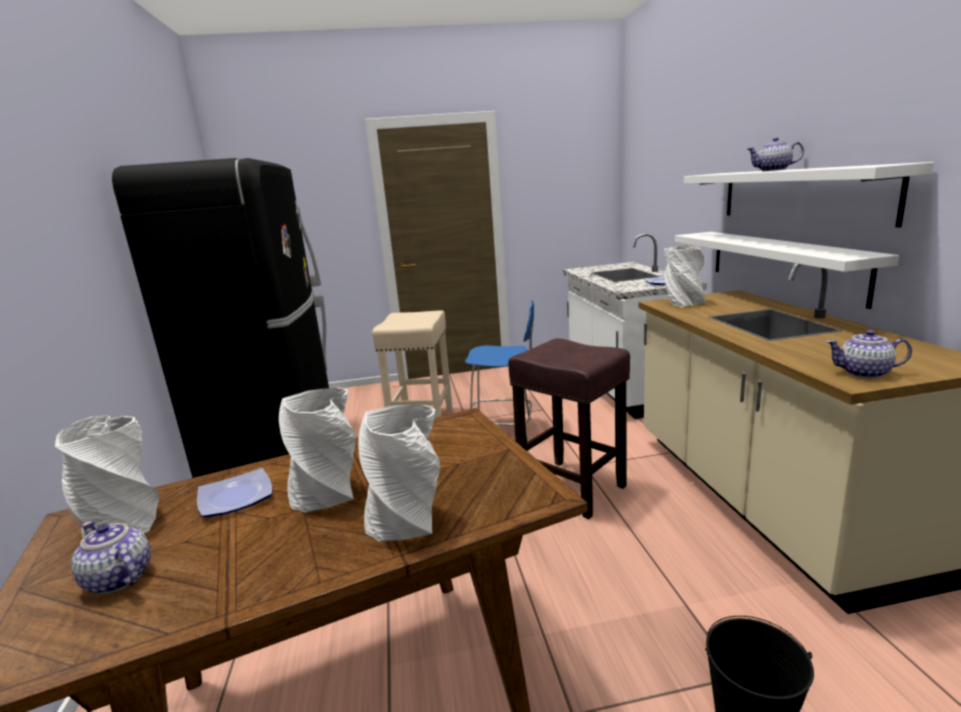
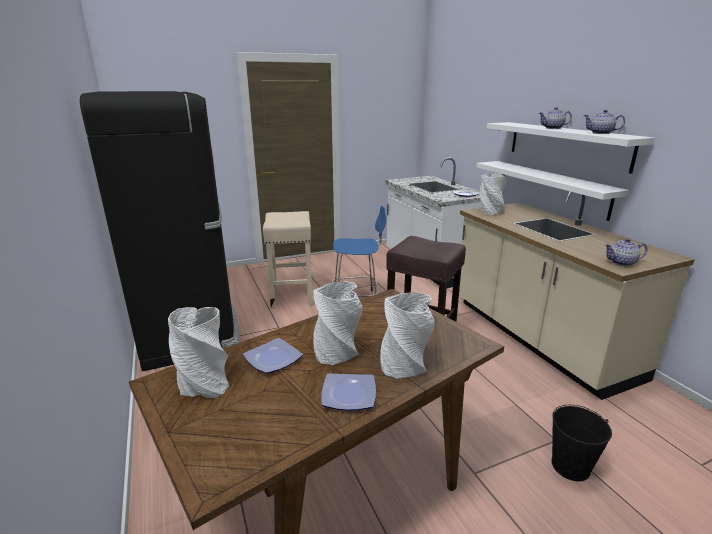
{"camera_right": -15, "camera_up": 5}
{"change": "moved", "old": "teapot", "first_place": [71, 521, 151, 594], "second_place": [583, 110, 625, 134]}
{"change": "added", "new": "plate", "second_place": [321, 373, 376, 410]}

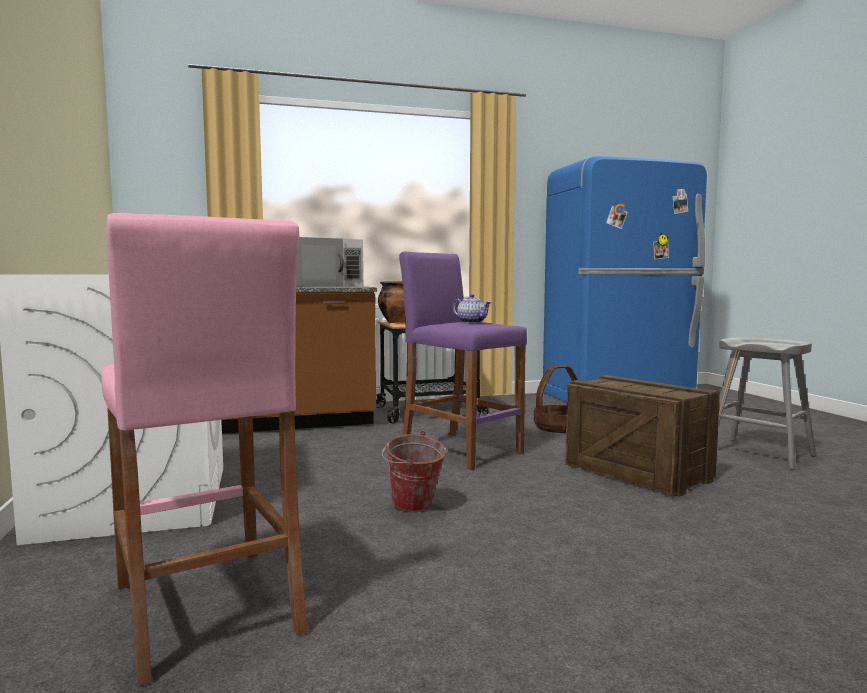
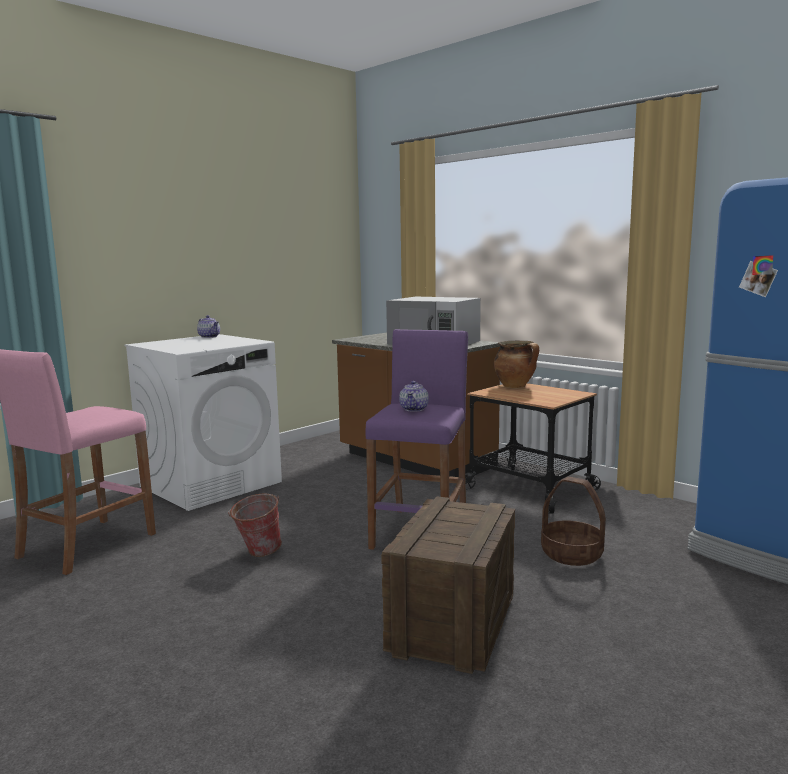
{"camera_right": 60, "camera_up": 5}
{"change": "removed", "old": "grey stool", "first_place": [718, 338, 816, 470]}
{"change": "added", "new": "teapot", "second_place": [197, 315, 220, 338]}

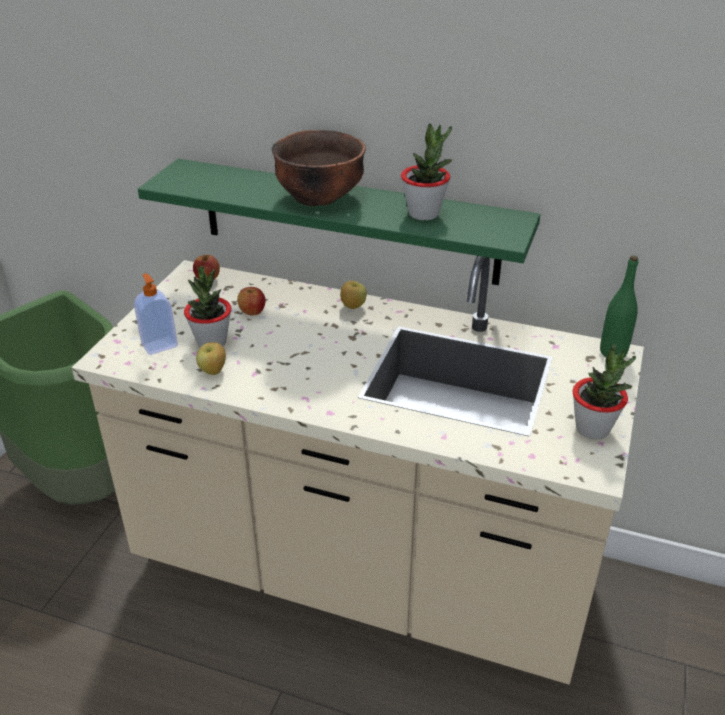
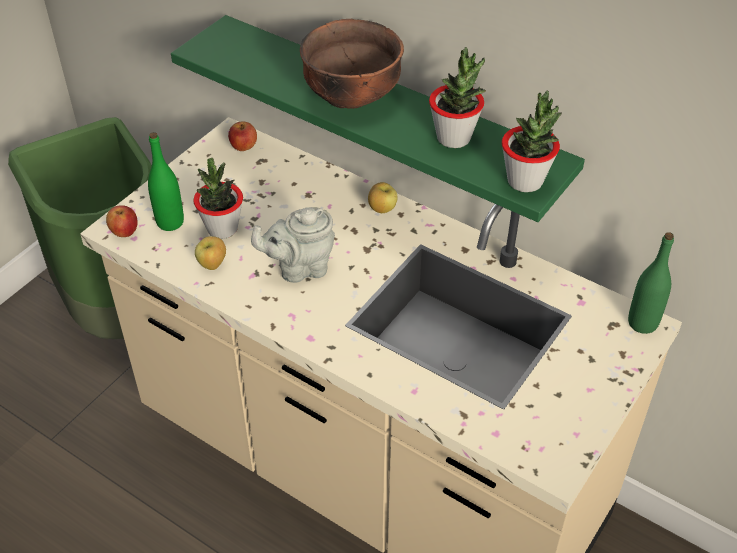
{"camera_right": 15, "camera_up": 10}
{"change": "replaced", "old": "soap dispenser", "new": "green bottle", "first_place": [134, 274, 178, 355], "second_place": [148, 132, 184, 231]}
{"change": "moved", "old": "apple", "first_place": [237, 287, 266, 315], "second_place": [106, 205, 138, 237]}
{"change": "moved", "old": "potted plant", "first_place": [573, 344, 636, 440], "second_place": [502, 91, 562, 192]}
{"change": "added", "new": "grey teapot", "second_place": [251, 207, 335, 283]}

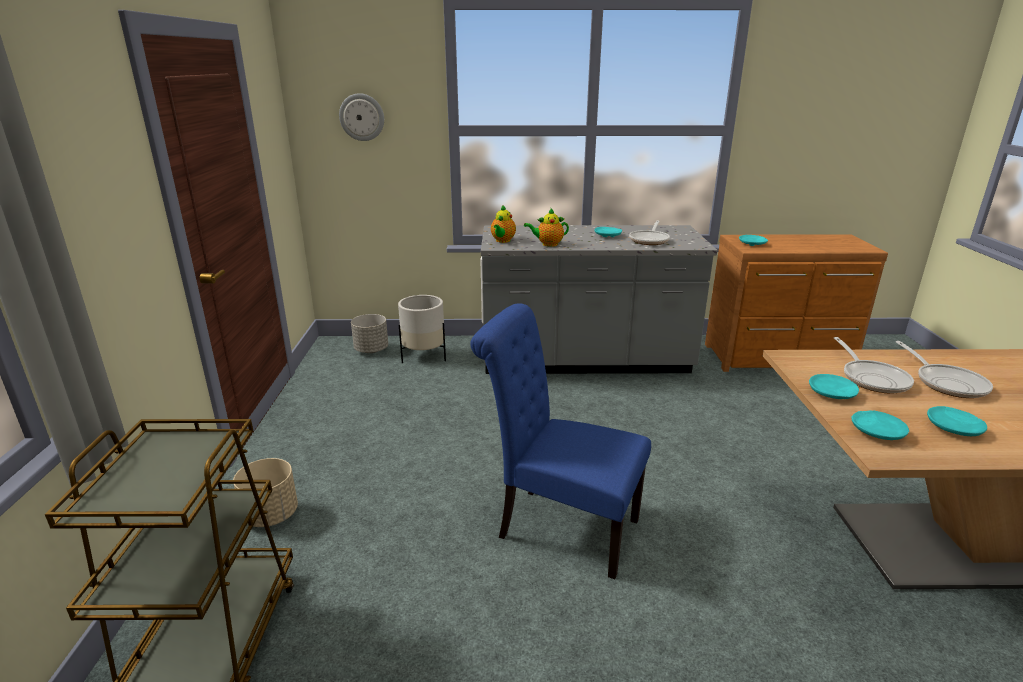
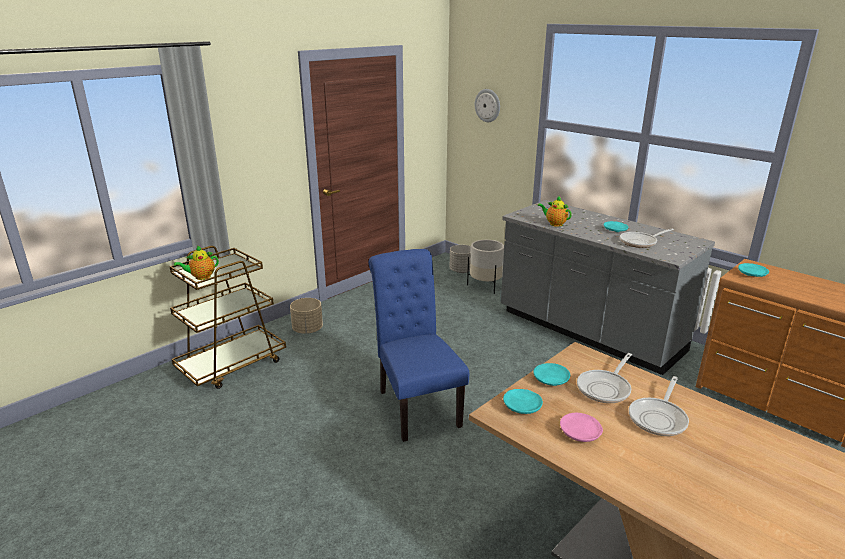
{"camera_right": 45, "camera_up": 0}
{"change": "moved", "old": "teapot", "first_place": [491, 205, 516, 243], "second_place": [174, 246, 219, 280]}
{"change": "recoloured", "old": "turquoise plate", "new": "pink plate", "first_place": [927, 406, 987, 436], "second_place": [560, 413, 603, 442]}

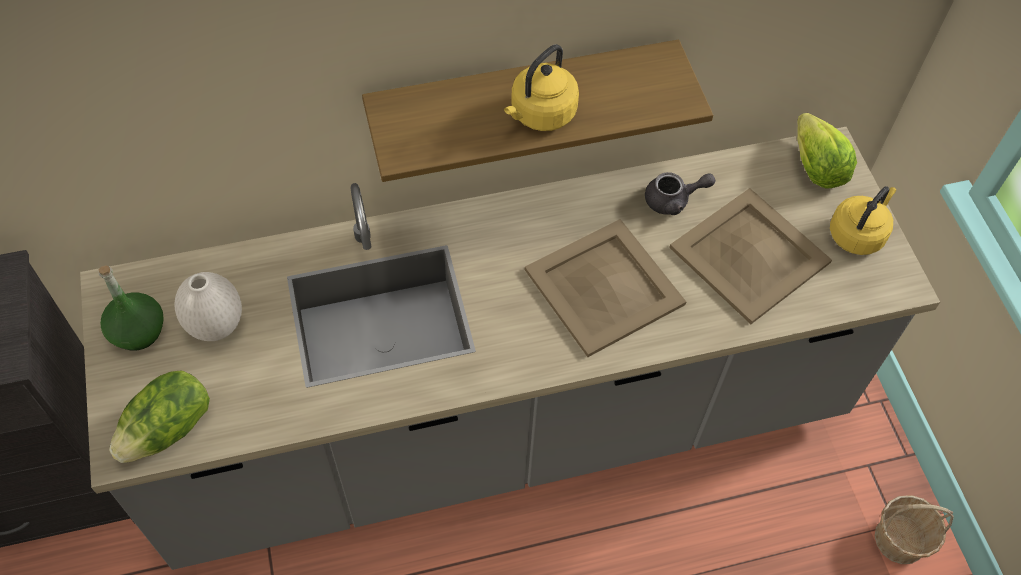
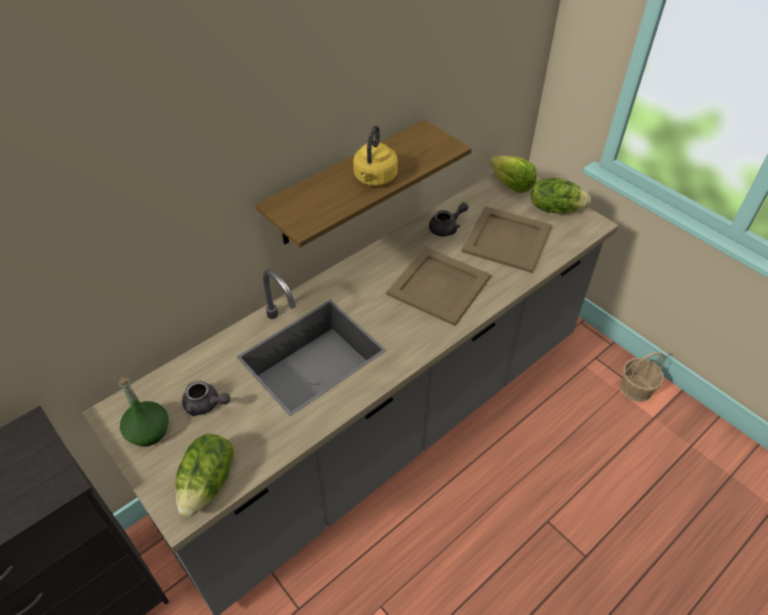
{"camera_right": -25, "camera_up": -10}
{"change": "replaced", "old": "yellow kettle", "new": "lettuce", "first_place": [830, 186, 896, 255], "second_place": [531, 178, 591, 214]}
{"change": "replaced", "old": "white vase", "new": "grey teapot", "first_place": [174, 272, 242, 341], "second_place": [182, 381, 230, 416]}

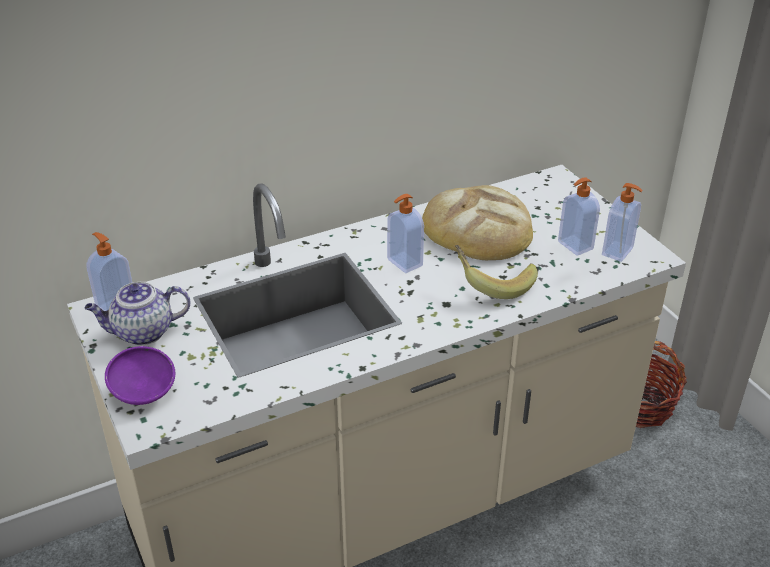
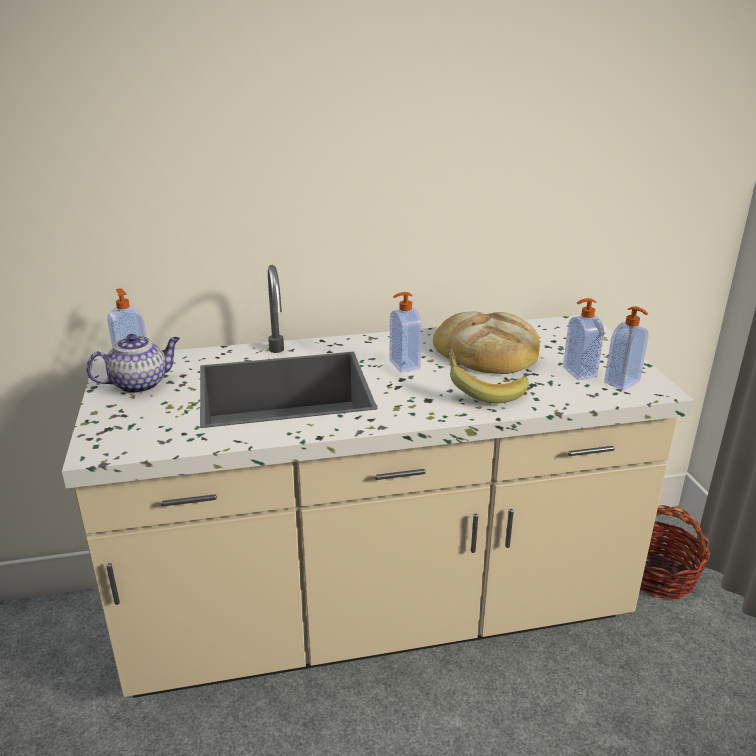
{"camera_right": 15, "camera_up": -10}
{"change": "turned", "old": "teapot", "first_place": [84, 282, 190, 346], "second_place": [86, 334, 180, 394], "degrees": 150}
{"change": "removed", "old": "purple bowl", "first_place": [105, 346, 175, 405]}

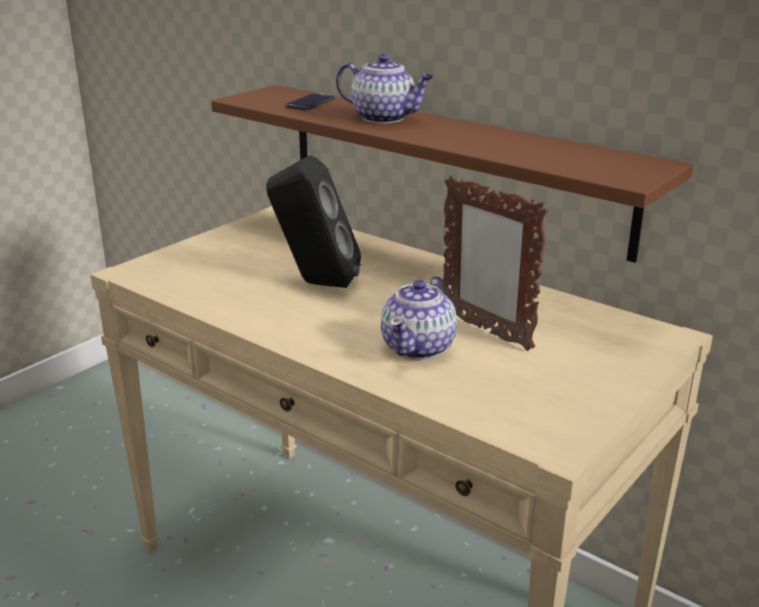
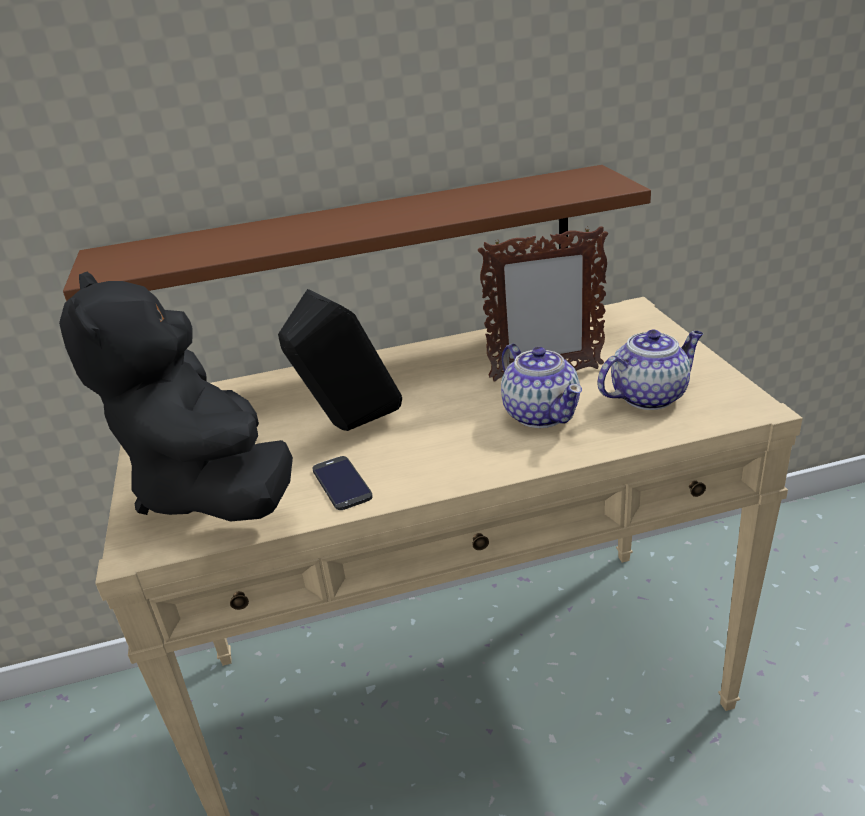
{"camera_right": -50, "camera_up": 5}
{"change": "moved", "old": "teapot", "first_place": [336, 54, 433, 124], "second_place": [597, 330, 703, 410]}
{"change": "moved", "old": "phone", "first_place": [285, 93, 336, 110], "second_place": [312, 456, 373, 510]}
{"change": "added", "new": "black plush toy", "second_place": [59, 272, 293, 521]}

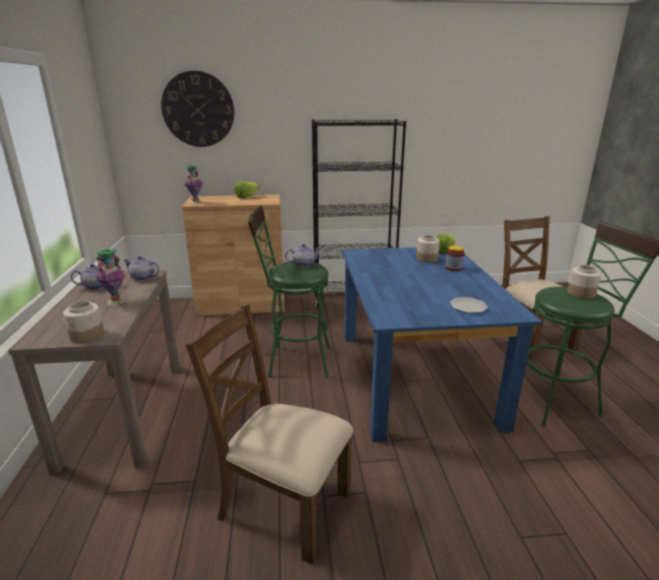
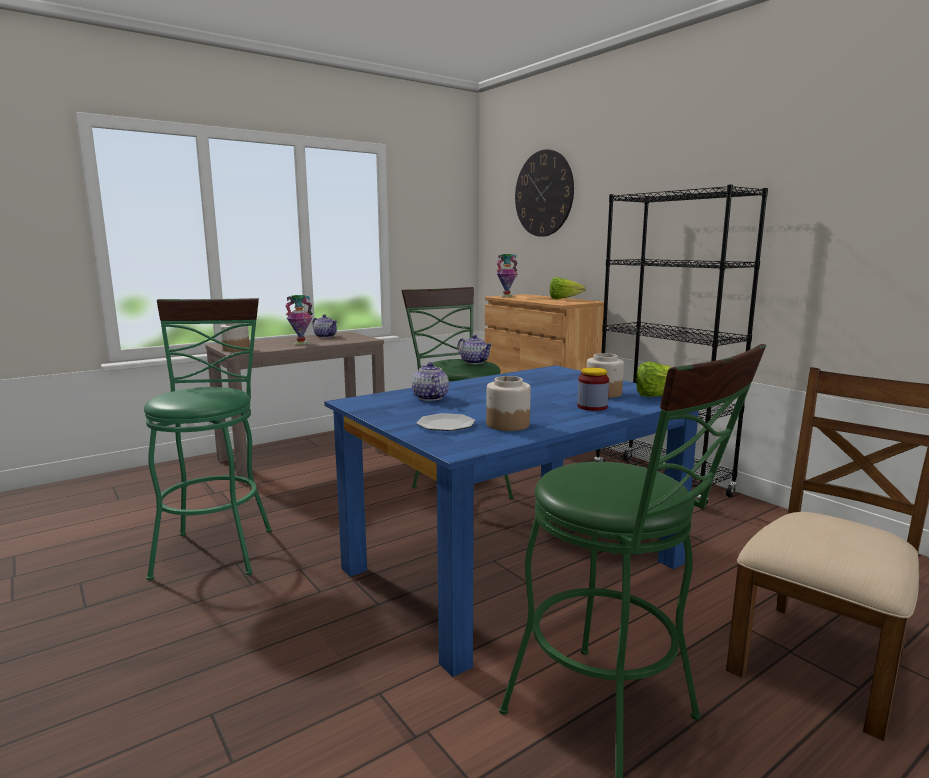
{"camera_right": 60, "camera_up": -10}
{"change": "moved", "old": "teapot", "first_place": [123, 256, 160, 281], "second_place": [412, 362, 449, 401]}
{"change": "moved", "old": "jar", "first_place": [567, 265, 601, 299], "second_place": [486, 376, 531, 431]}
{"change": "replaced", "old": "brown chair", "new": "green stool", "first_place": [186, 304, 353, 564], "second_place": [144, 298, 272, 580]}

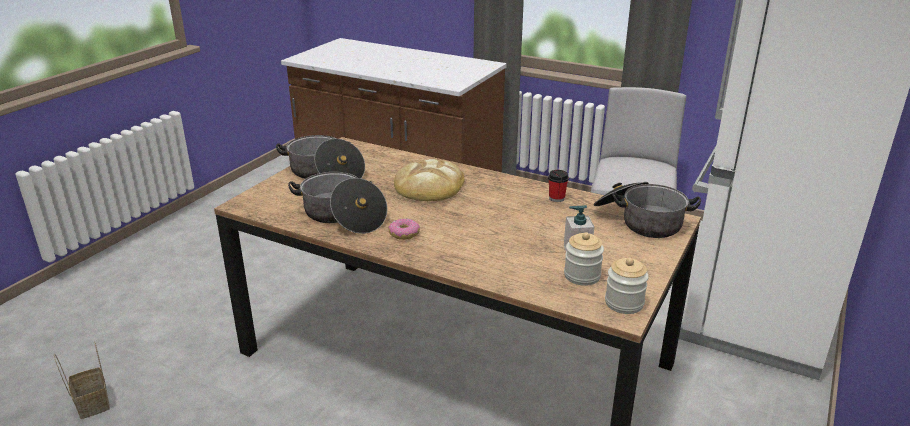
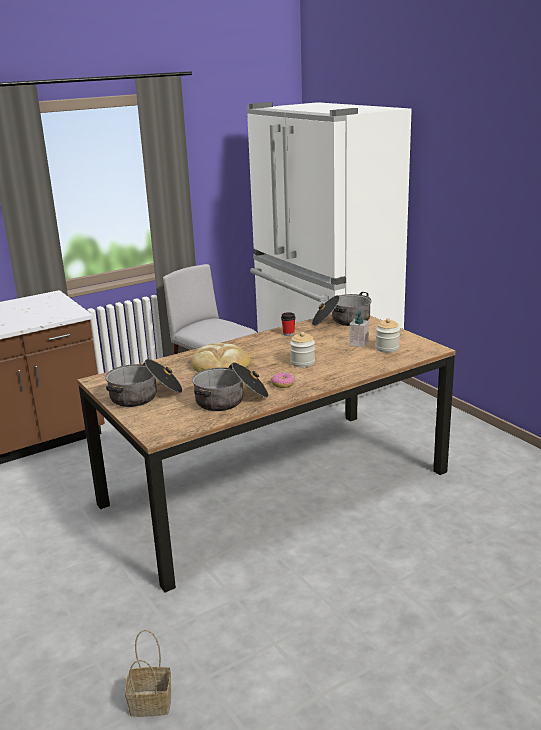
{"camera_right": -60, "camera_up": -5}
{"change": "moved", "old": "jar", "first_place": [605, 258, 649, 314], "second_place": [290, 332, 315, 367]}

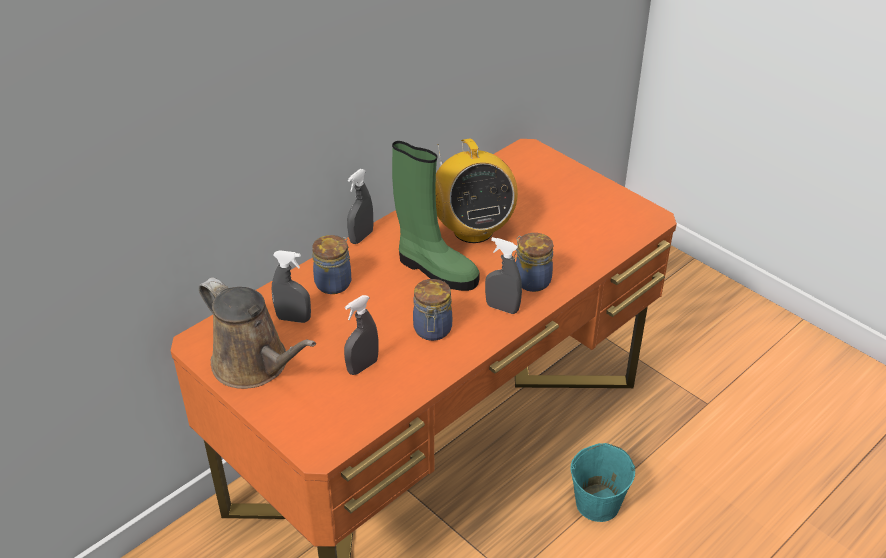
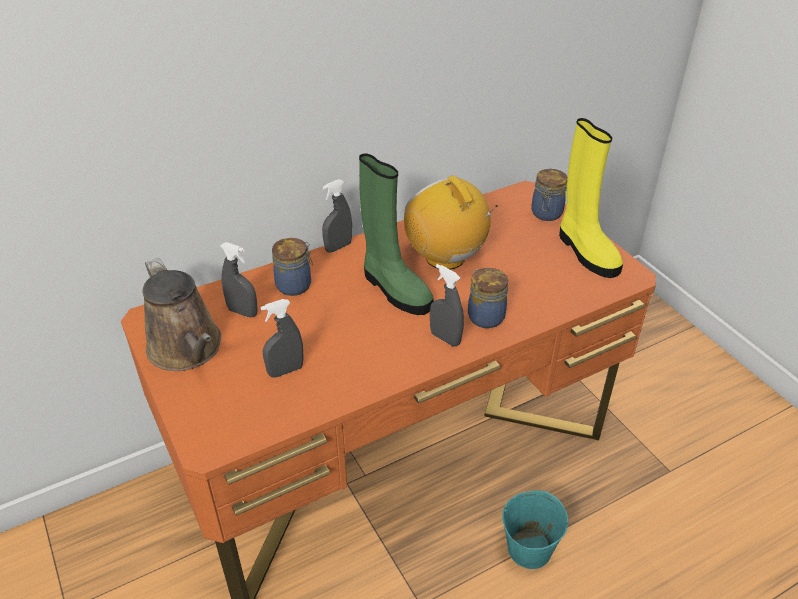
{"camera_right": 15, "camera_up": 0}
{"change": "turned", "old": "radio", "first_place": [435, 139, 518, 243], "second_place": [404, 175, 498, 270], "degrees": 150}
{"change": "moved", "old": "jar", "first_place": [413, 279, 452, 341], "second_place": [531, 169, 567, 221]}
{"change": "added", "new": "yellow boot", "second_place": [559, 118, 623, 278]}

